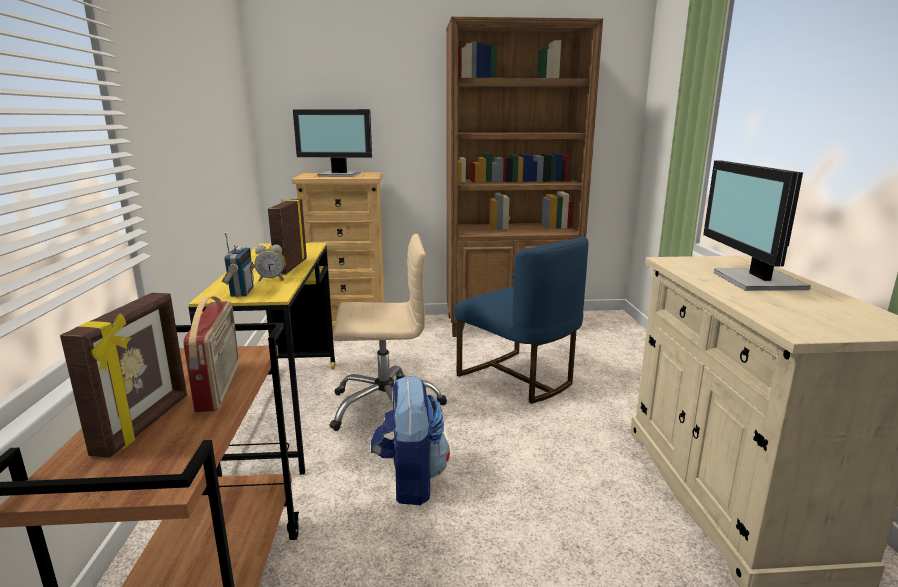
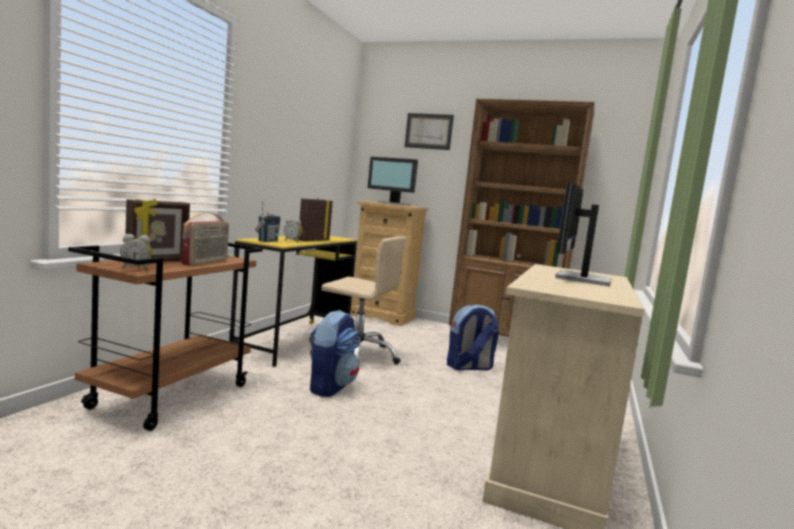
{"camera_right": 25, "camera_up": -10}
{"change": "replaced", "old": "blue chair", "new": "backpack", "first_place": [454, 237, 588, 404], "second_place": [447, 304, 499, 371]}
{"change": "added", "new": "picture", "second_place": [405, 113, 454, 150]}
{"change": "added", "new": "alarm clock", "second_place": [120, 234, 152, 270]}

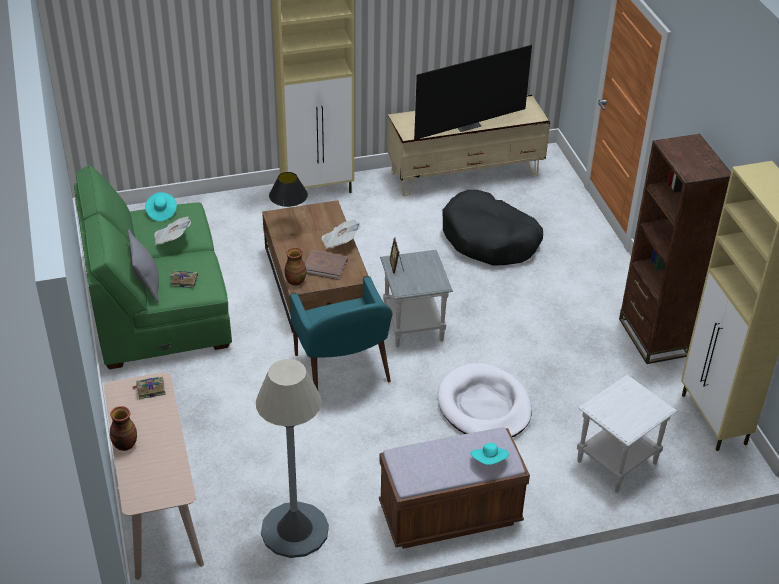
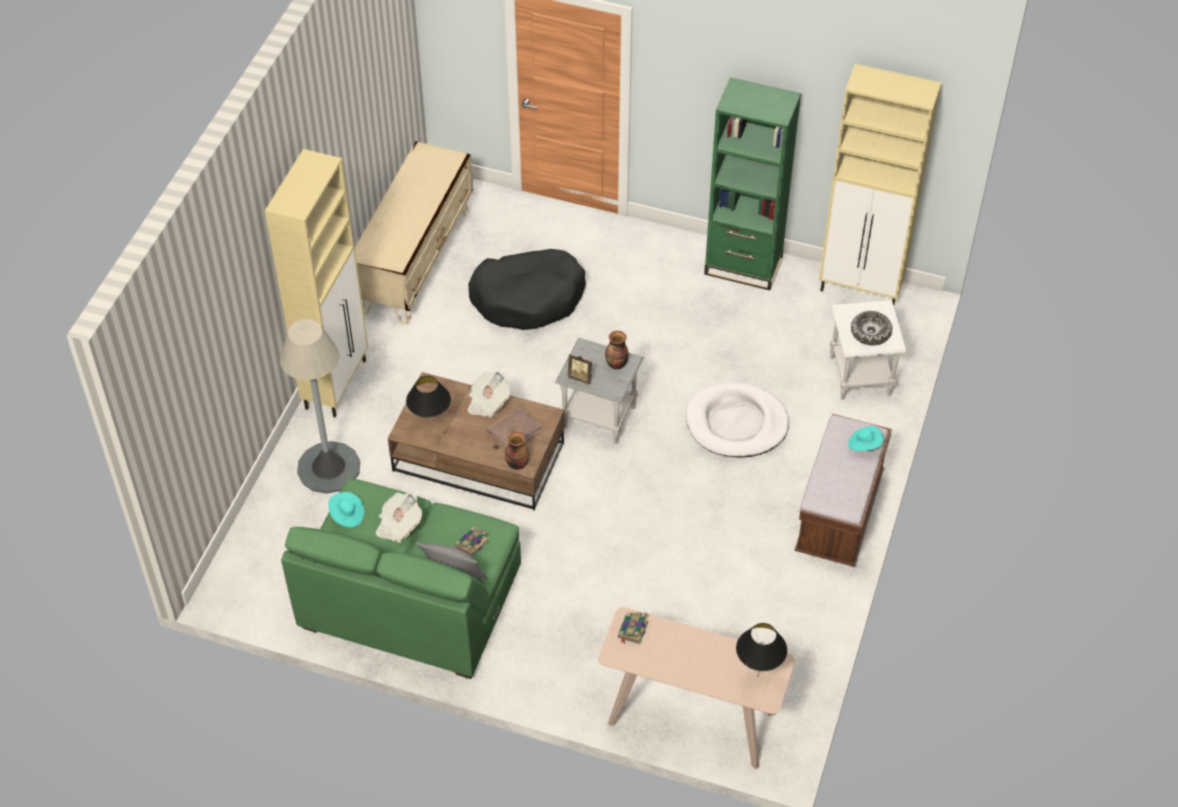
{"camera_right": -55, "camera_up": 10}
{"change": "removed", "old": "television", "first_place": [414, 45, 532, 140]}
{"change": "recoloured", "old": "brown bookcase", "new": "green bookcase", "first_place": [619, 134, 731, 364], "second_place": [704, 77, 801, 290]}
{"change": "removed", "old": "turquoise armchair", "first_place": [290, 276, 393, 390]}
{"change": "moved", "old": "grey floor lamp", "first_place": [256, 359, 329, 558], "second_place": [280, 319, 360, 494]}
{"change": "moved", "old": "vase", "first_place": [110, 406, 137, 451], "second_place": [605, 331, 629, 370]}
{"change": "added", "new": "bowl", "second_place": [851, 311, 892, 345]}
{"change": "added", "new": "black table lamp", "second_place": [736, 623, 787, 675]}

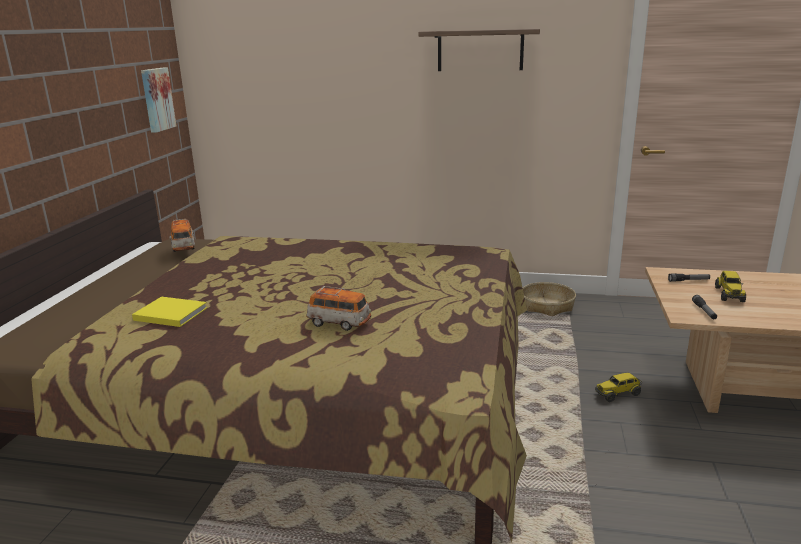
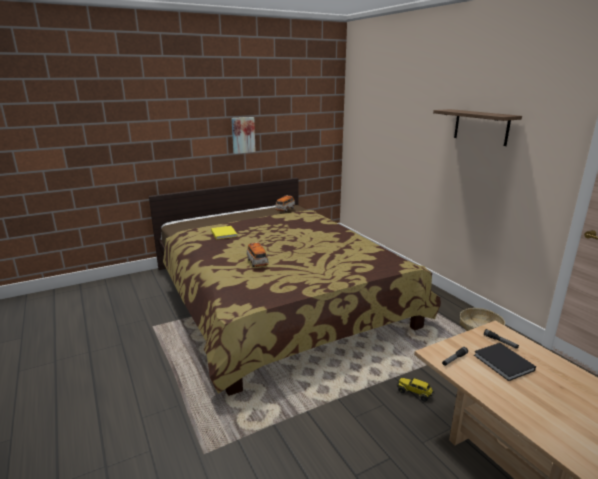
{"camera_right": 50, "camera_up": 0}
{"change": "moved", "old": "picture", "first_place": [141, 68, 177, 133], "second_place": [231, 117, 256, 154]}
{"change": "replaced", "old": "toy truck", "new": "black book", "first_place": [715, 271, 746, 302], "second_place": [474, 343, 536, 381]}

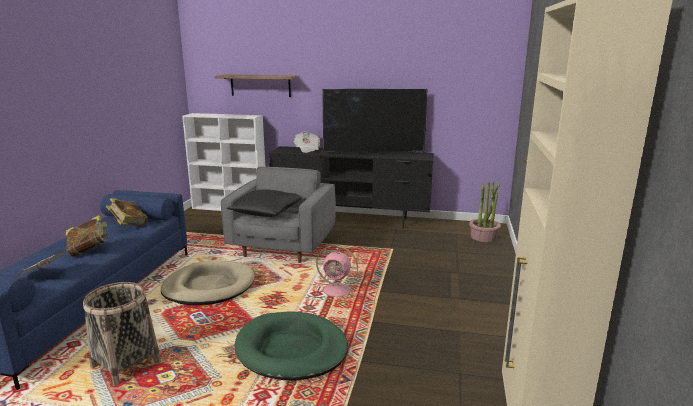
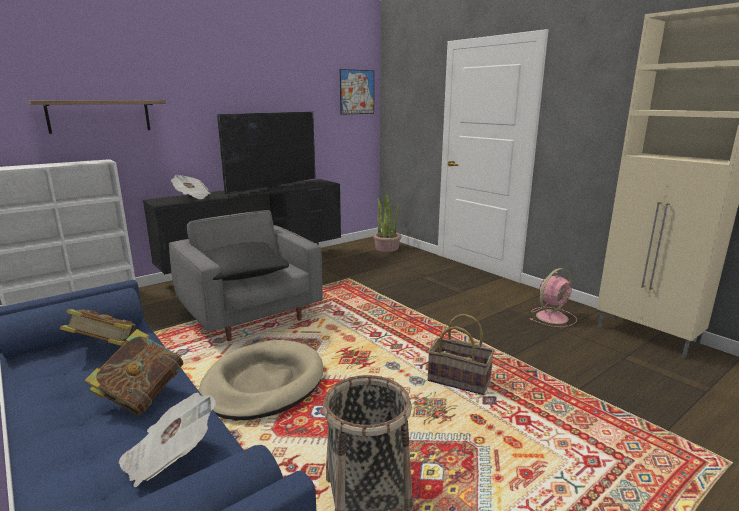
{"camera_right": -50, "camera_up": 0}
{"change": "moved", "old": "pink fan", "first_place": [316, 245, 359, 300], "second_place": [530, 268, 577, 327]}
{"change": "replaced", "old": "green dog bed", "new": "basket", "first_place": [235, 311, 348, 380], "second_place": [428, 314, 495, 395]}
{"change": "added", "new": "picture", "second_place": [340, 69, 374, 115]}

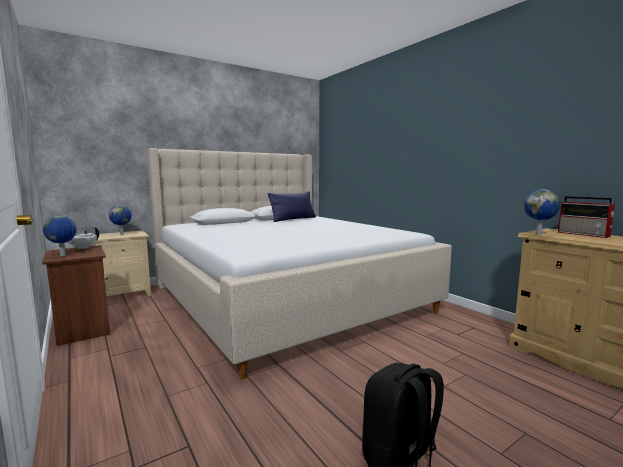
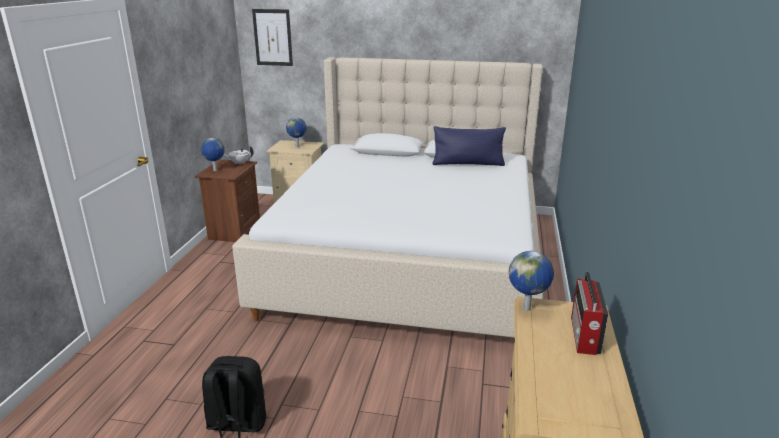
{"camera_right": 45, "camera_up": 15}
{"change": "added", "new": "picture", "second_place": [252, 9, 293, 66]}

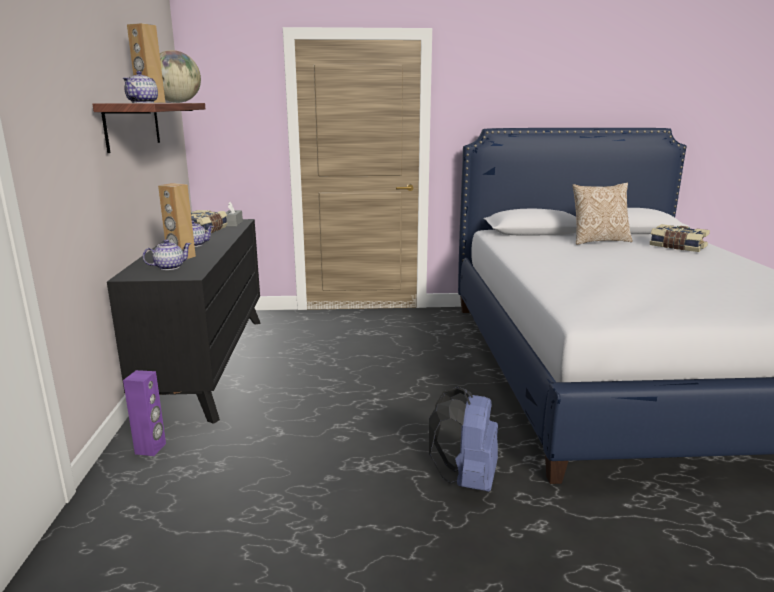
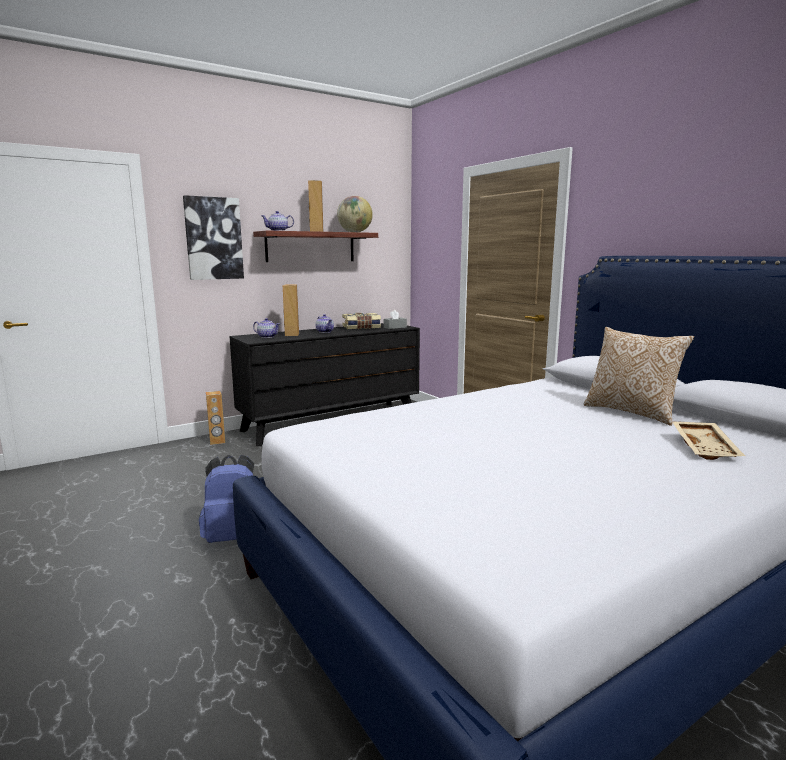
{"camera_right": 60, "camera_up": -5}
{"change": "replaced", "old": "book", "new": "beige tray", "first_place": [650, 224, 710, 252], "second_place": [672, 422, 745, 460]}
{"change": "recoloured", "old": "purple speaker", "new": "brown speaker", "first_place": [123, 370, 166, 456], "second_place": [206, 391, 225, 445]}
{"change": "added", "new": "picture", "second_place": [183, 195, 244, 280]}

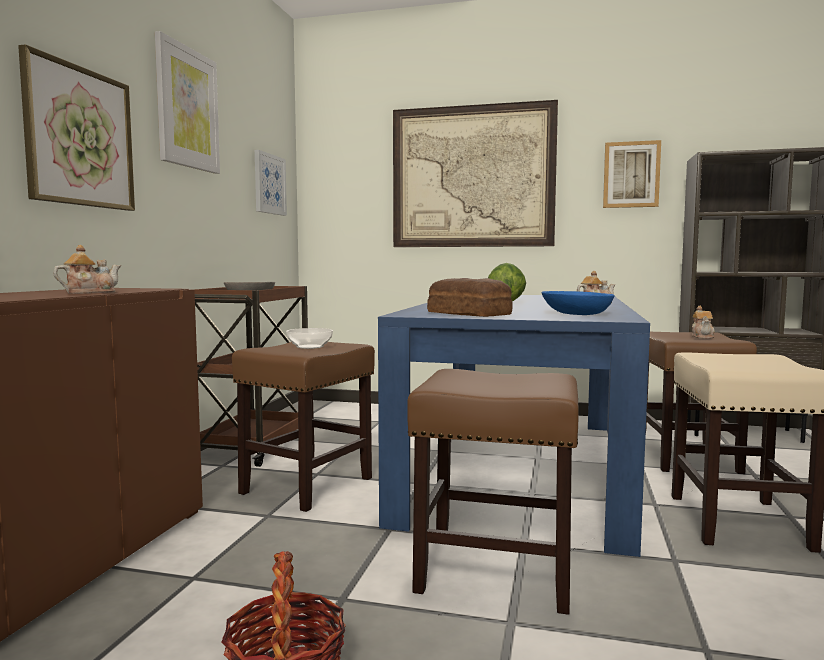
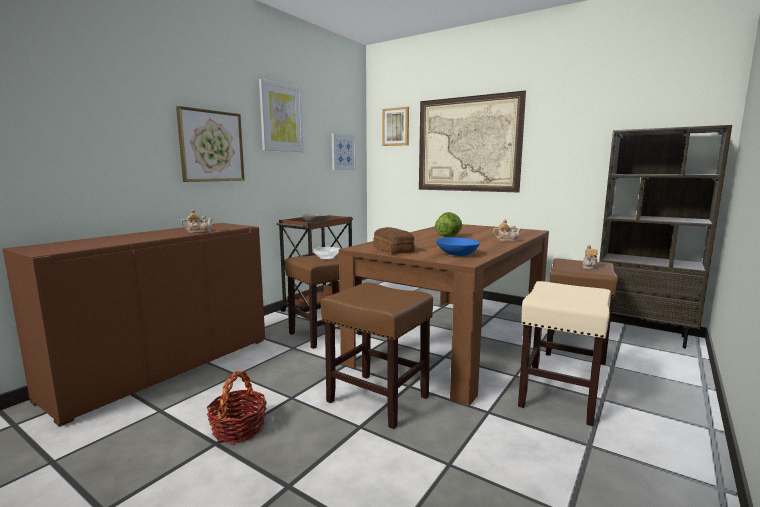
{"camera_right": 20, "camera_up": 5}
{"change": "moved", "old": "picture", "first_place": [603, 140, 661, 208], "second_place": [382, 107, 409, 146]}
{"change": "recoloured", "old": "blue dining table", "new": "brown dining table", "first_place": [378, 295, 650, 557], "second_place": [339, 224, 549, 406]}

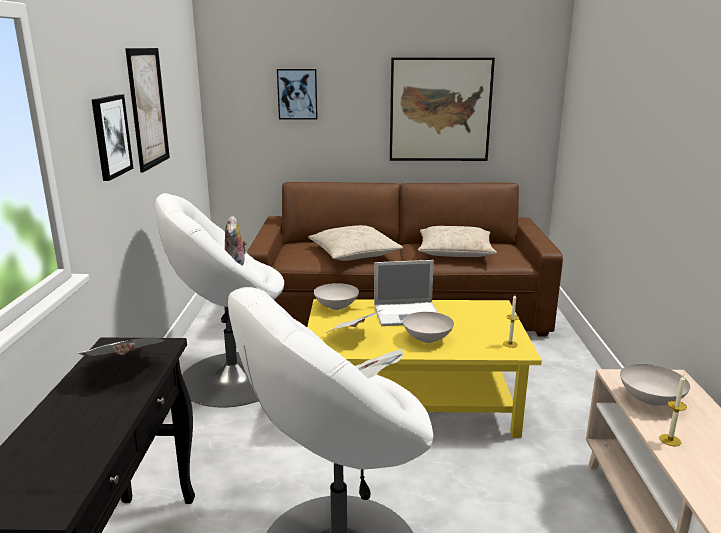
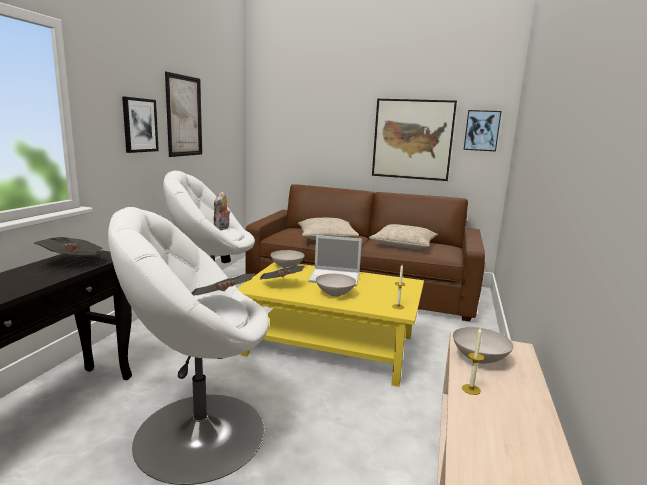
{"camera_right": 15, "camera_up": -5}
{"change": "moved", "old": "picture", "first_place": [277, 69, 318, 120], "second_place": [464, 110, 501, 151]}

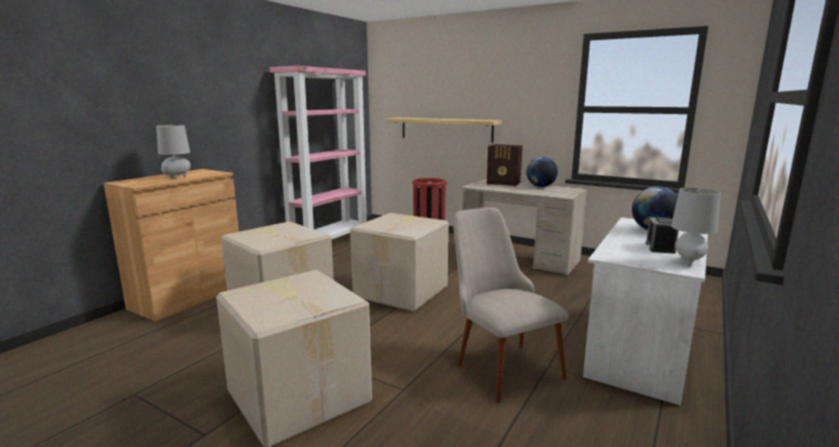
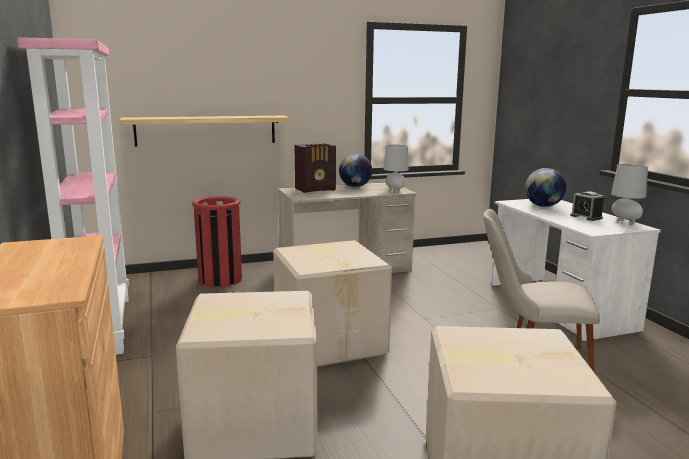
{"camera_right": -50, "camera_up": 0}
{"change": "moved", "old": "grey table lamp", "first_place": [156, 125, 191, 179], "second_place": [384, 145, 409, 192]}

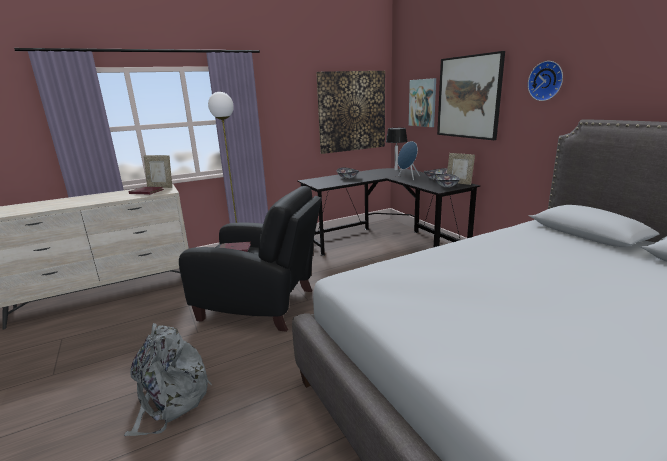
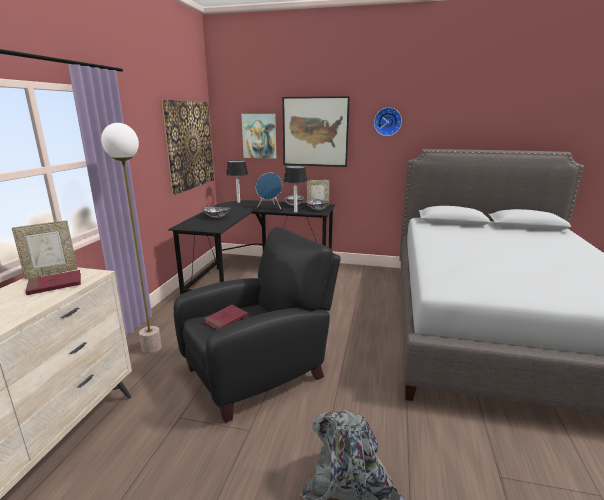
{"camera_right": -50, "camera_up": 0}
{"change": "added", "new": "table lamp", "second_place": [284, 165, 307, 213]}

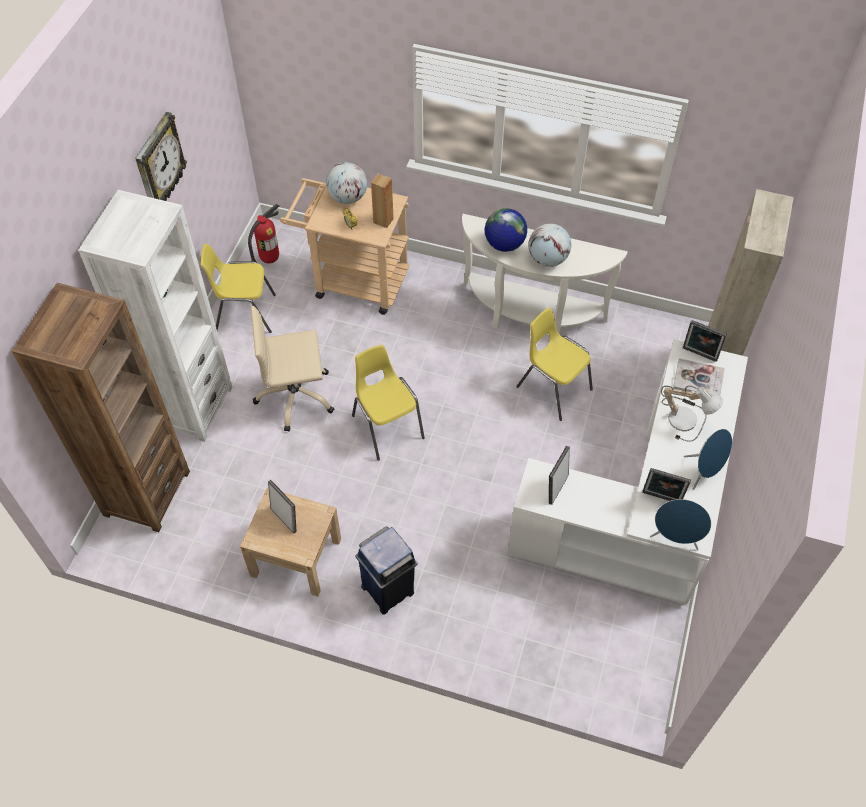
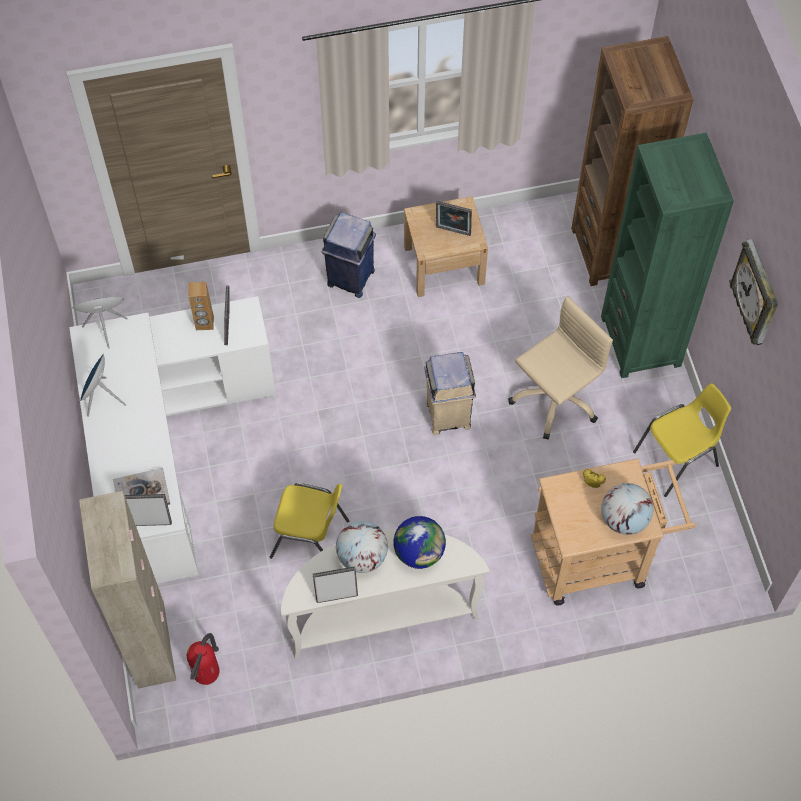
{"camera_right": 150, "camera_up": 5}
{"change": "moved", "old": "brown speaker", "first_place": [371, 174, 394, 228], "second_place": [188, 282, 214, 330]}
{"change": "recoloured", "old": "white bookcase", "new": "green bookcase", "first_place": [78, 190, 233, 442], "second_place": [601, 133, 734, 378]}
{"change": "moved", "old": "fire extinguisher", "first_place": [248, 204, 279, 263], "second_place": [187, 633, 220, 685]}
{"change": "replaced", "old": "yellow chair", "new": "beige trash can", "first_place": [352, 344, 425, 461], "second_place": [424, 352, 476, 435]}
{"change": "removed", "old": "table lamp", "first_place": [661, 385, 723, 442]}
{"change": "moved", "old": "picture frame", "first_place": [642, 468, 691, 501], "second_place": [313, 566, 358, 603]}

